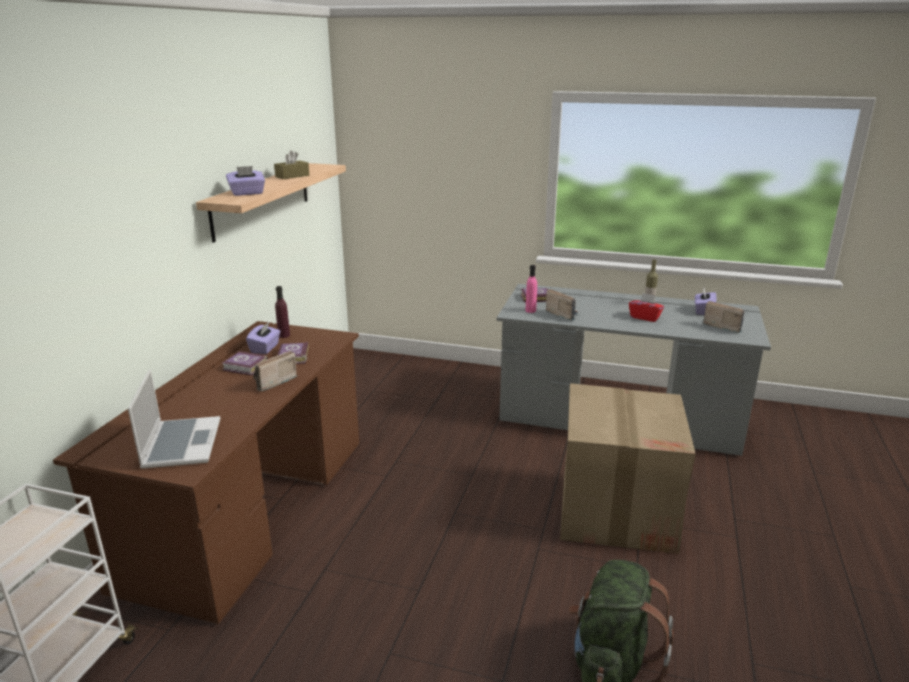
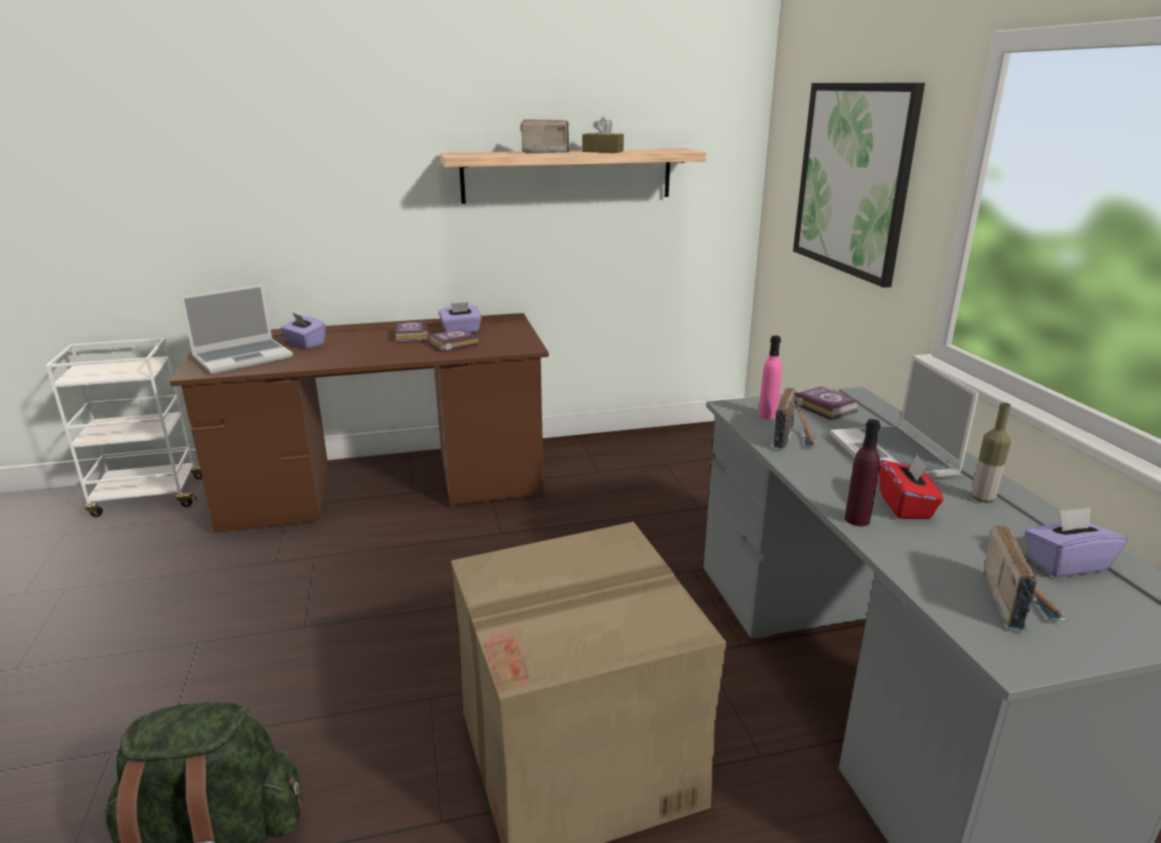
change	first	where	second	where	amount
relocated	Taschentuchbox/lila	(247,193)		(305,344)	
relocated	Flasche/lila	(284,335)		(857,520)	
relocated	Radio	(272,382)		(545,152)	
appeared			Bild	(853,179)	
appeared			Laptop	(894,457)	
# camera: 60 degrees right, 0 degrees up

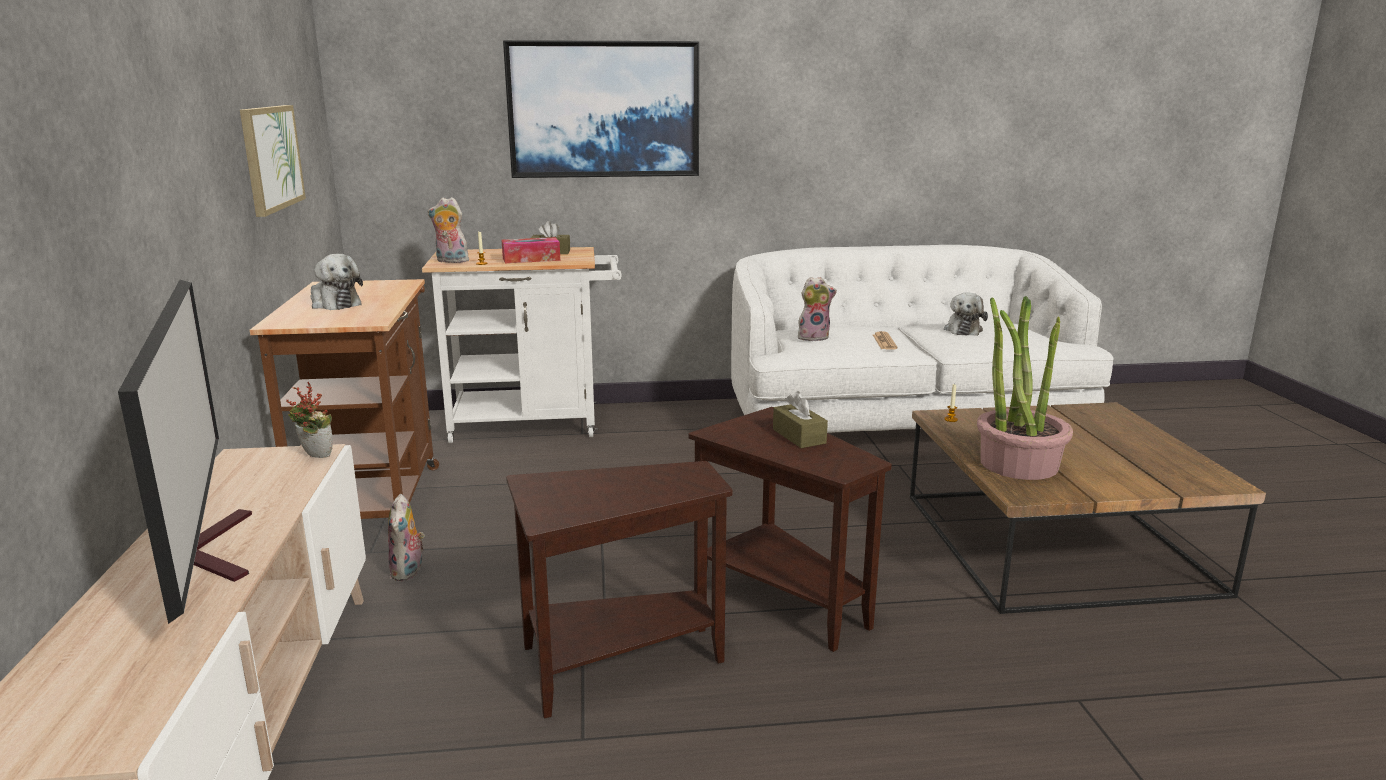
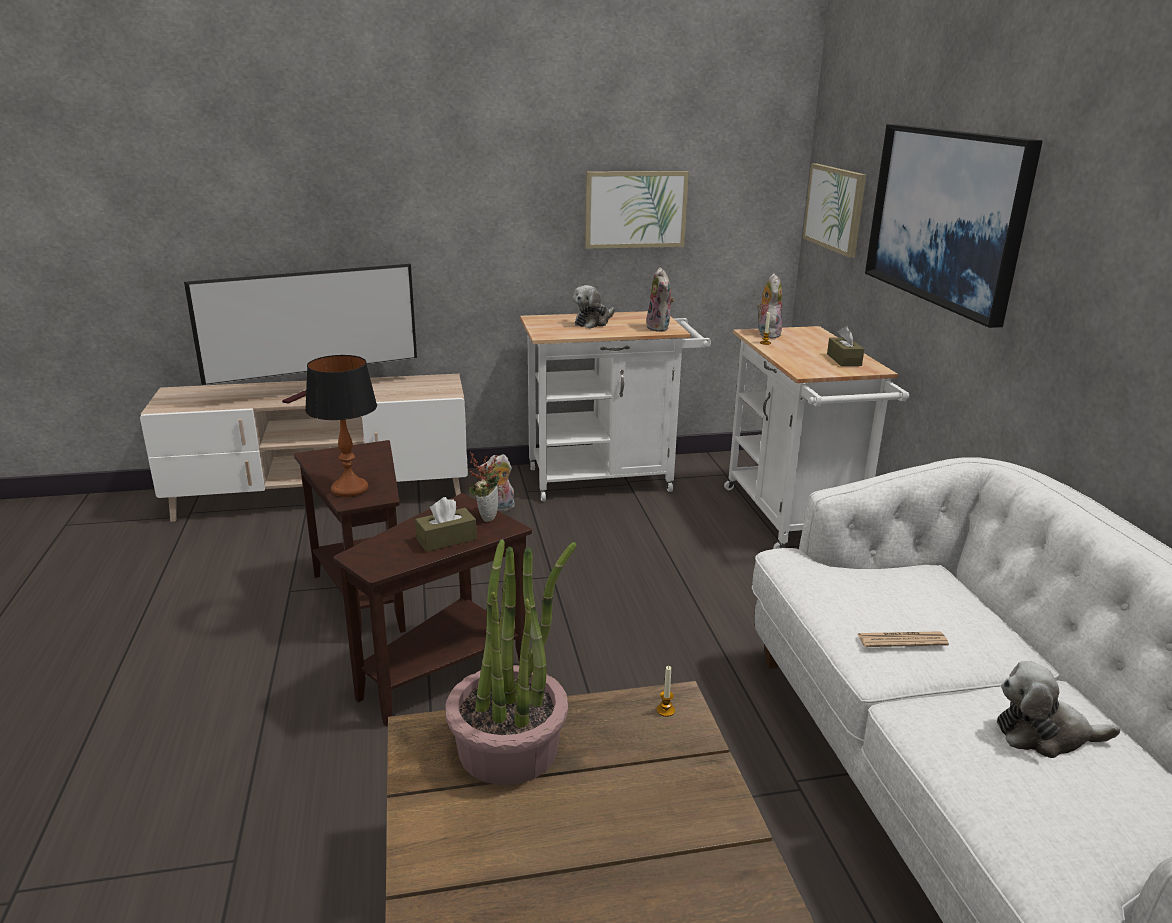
change	first	where	second	where	amount
missing	Taschentuchbox	(531,259)			
relocated	Plüschtier	(814,337)		(660,328)	
colour	Rollwagen/braun	(373,499)	Rollwagen/weiß	(609,478)	
relocated	Topfpflanze	(314,456)		(486,516)	
appeared			Bild	(835,208)	
appeared			Tischlampe	(350,488)	
# camera: 85 degrees right, 5 degrees up

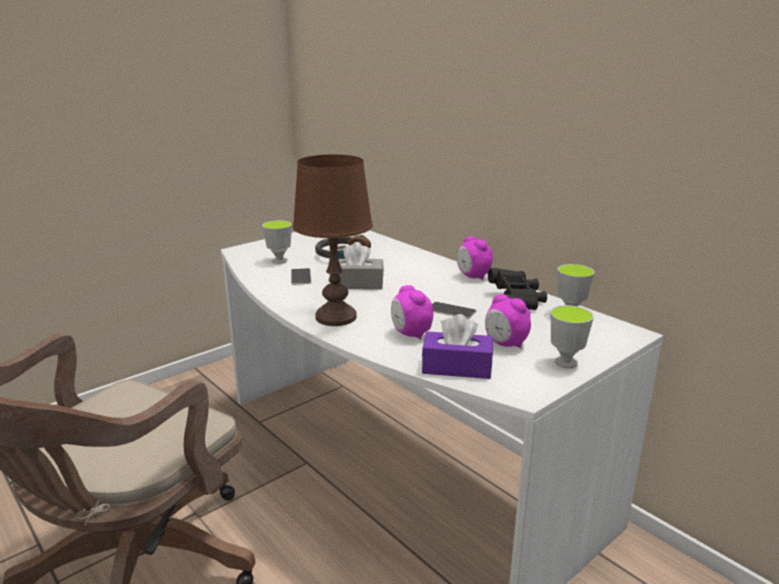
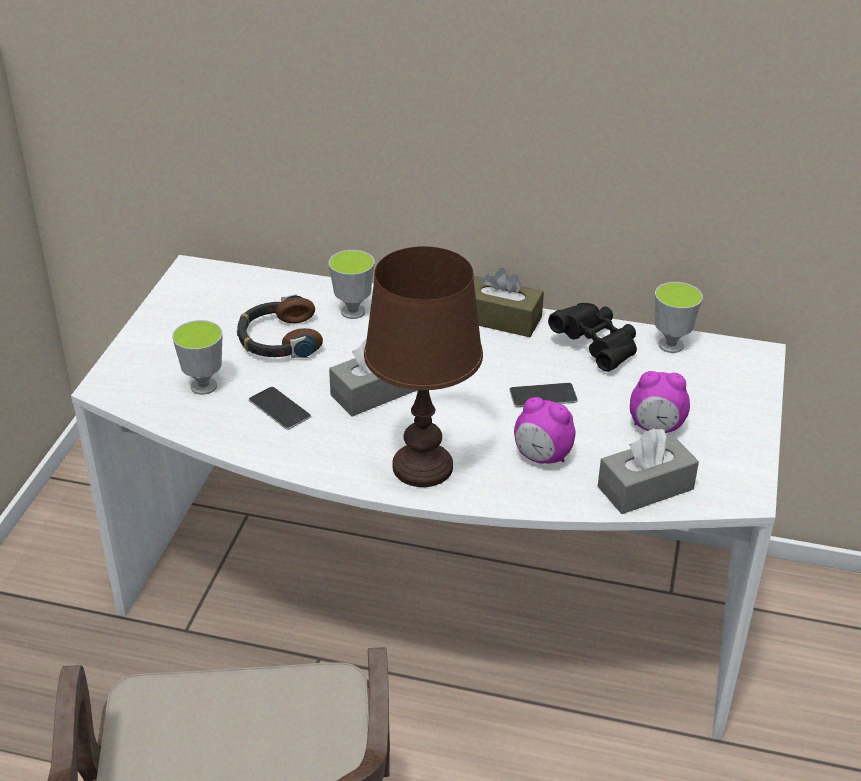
change	first	where	second	where	amount
exchanged	Wecker	(473,276)	Taschentuchbox/braun	(501,319)	
relocated	Tasse	(565,363)		(353,312)	
colour	Taschentuchbox/lila	(457,367)	Taschentuchbox/grau	(645,488)	
# camera: 35 degrees left, 15 degrees up

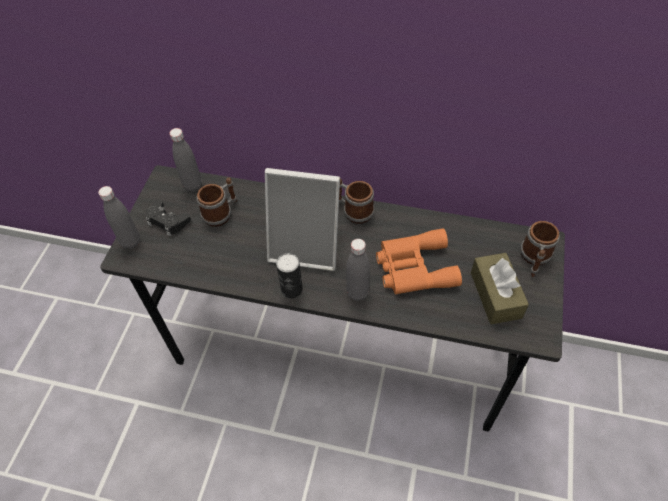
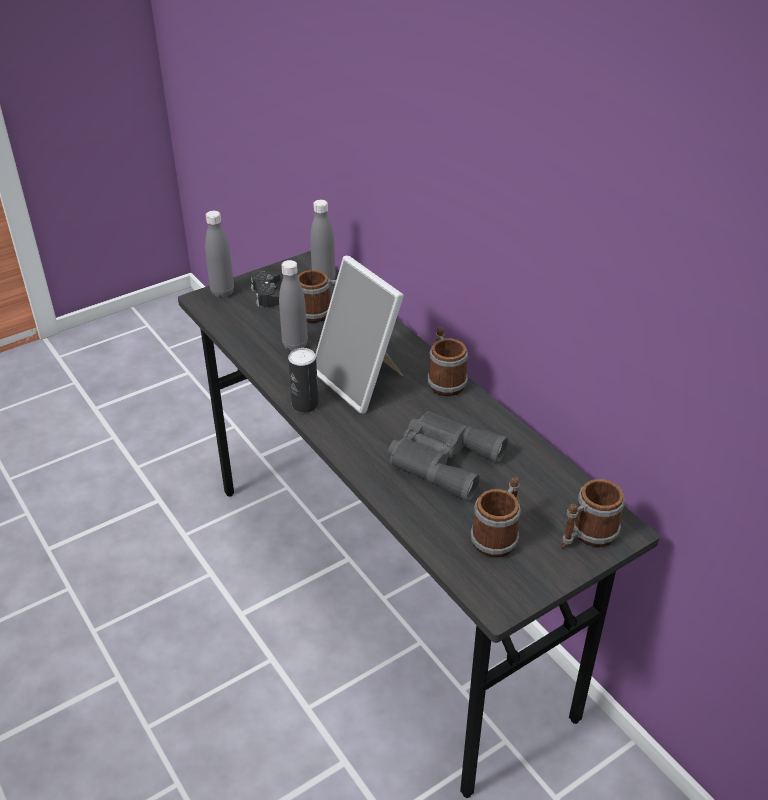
change	first	where	second	where	amount
colour	Fernglas/orange	(413,268)	Fernglas/grau	(442,459)	
relocated	Flasche/grau	(357,293)		(295,345)	
exchanged	Taschentuchbox/braun	(495,295)	Henkelbecher	(498,536)	
# camera: 40 degrees right, 15 degrees down

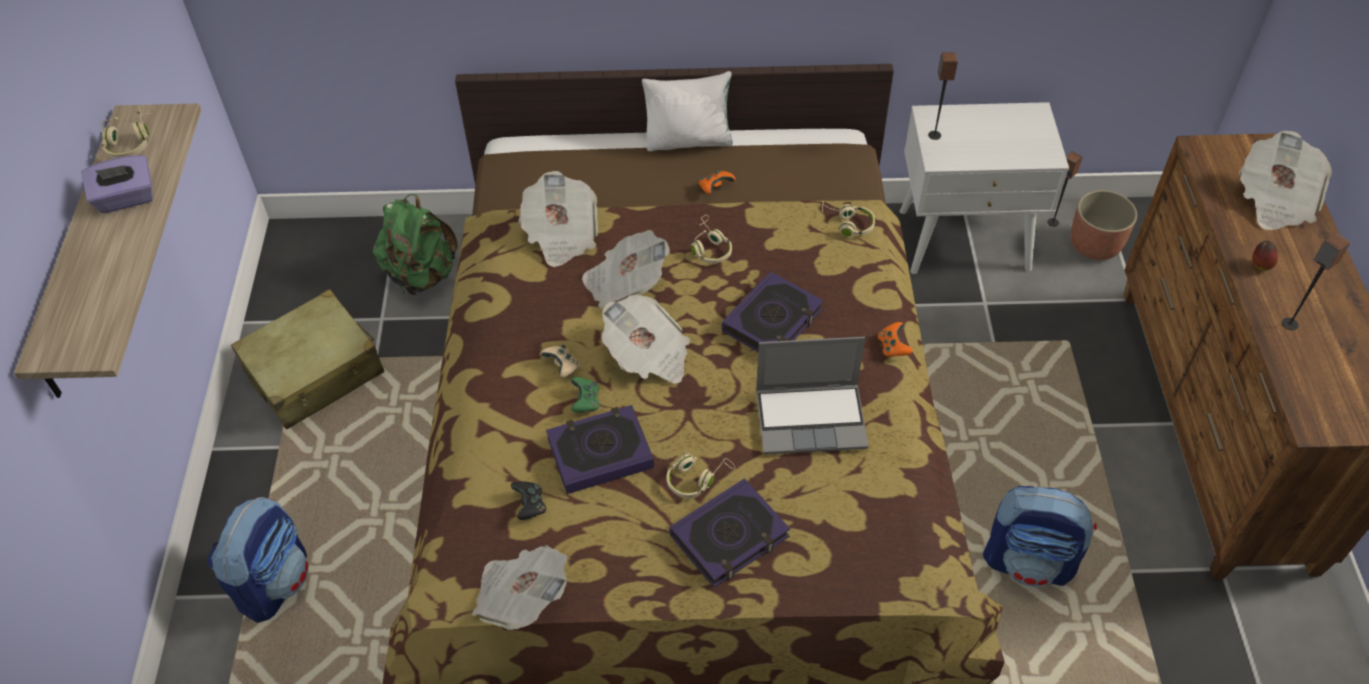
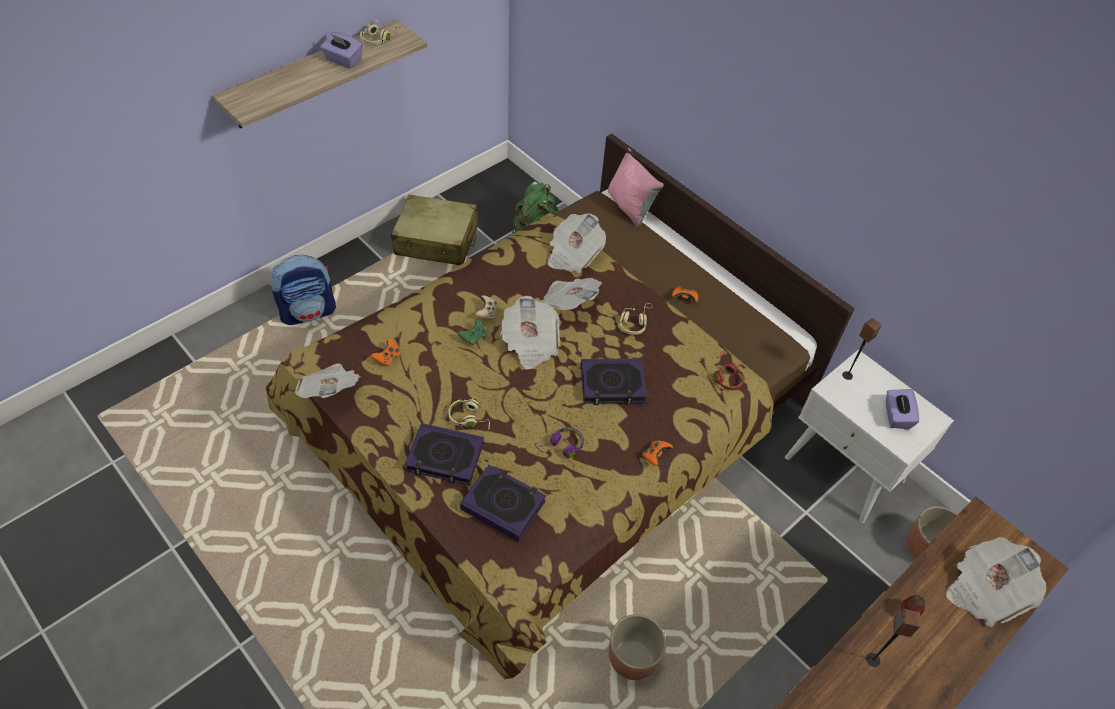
change	first	where	second	where	amount
missing	Kissen/weiß	(689,140)			
missing	Lautsprecher	(1053,222)			
colour	Kopfhörer/beige	(847,224)	Kopfhörer/rot	(725,376)	
exchanged	Laptop	(812,418)	Kopfhörer/lila	(561,446)	
relocated	Buch	(600,453)		(503,505)	
colour	Gamepad/schwarz	(530,506)	Gamepad/orange	(387,358)	
exchanged	Rucksack	(1029,561)	Pflanzkübel	(633,658)	
appeared			Kissen/rosa	(630,207)	
appeared			Taschentuchbox/lila	(896,416)	
# camera: 45 degrees right, 0 degrees up

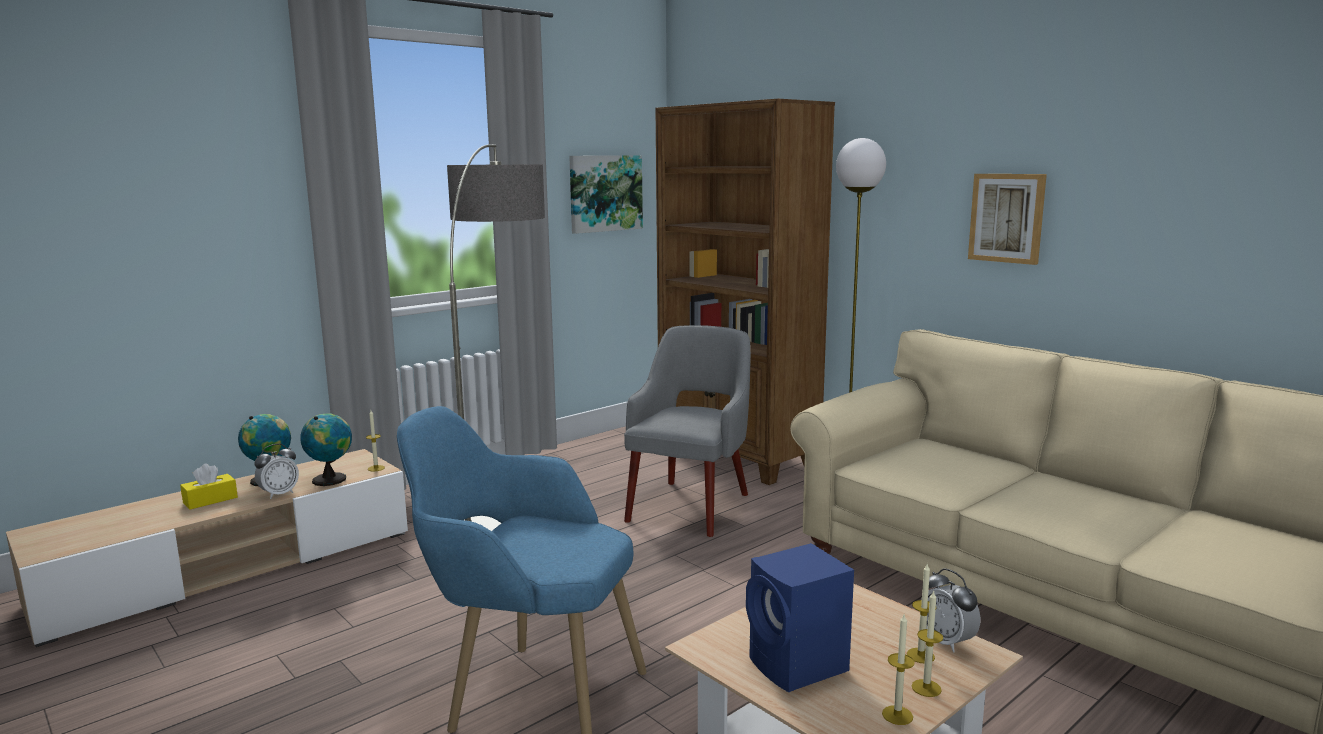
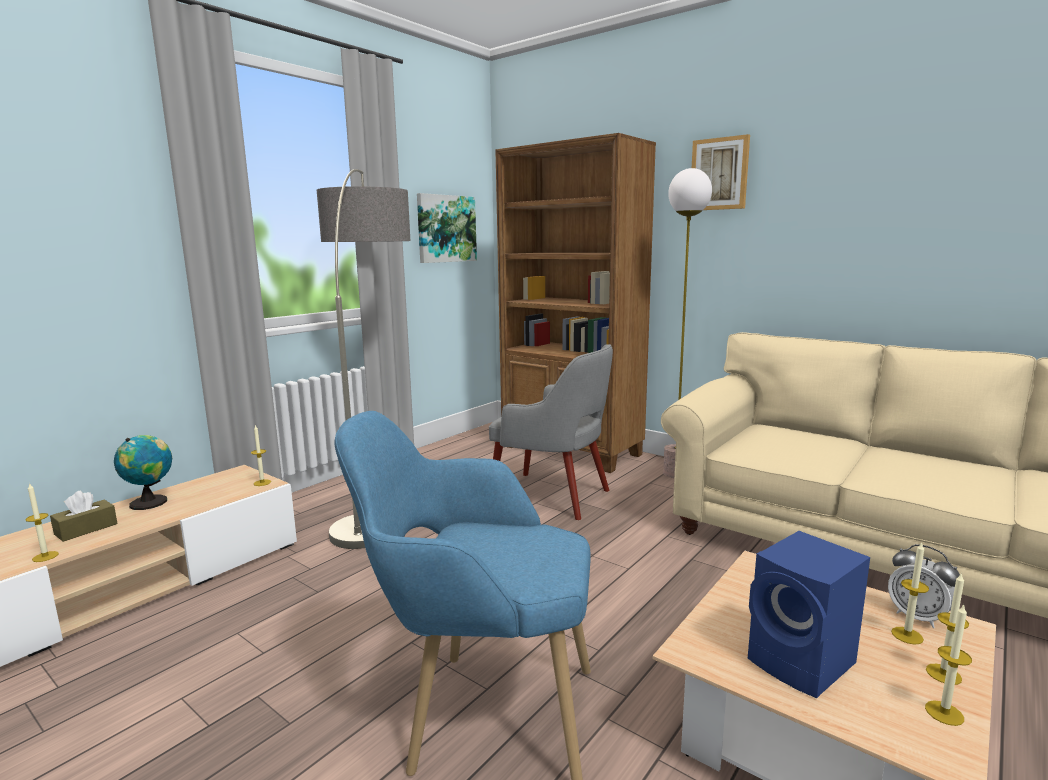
change	first	where	second	where	amount
relocated	Bild	(1007,218)		(719,174)	
spun	Sessel/grau	(691,505)		(553,496)	105 degrees clockwise
missing	Globus	(331,479)			
missing	Wecker	(279,494)			
colour	Taschentuchbox/gelb	(210,500)	Taschentuchbox/braun	(86,529)	
appeared			Kerze	(45,556)	
# camera: 10 degrees left, 0 degrees up

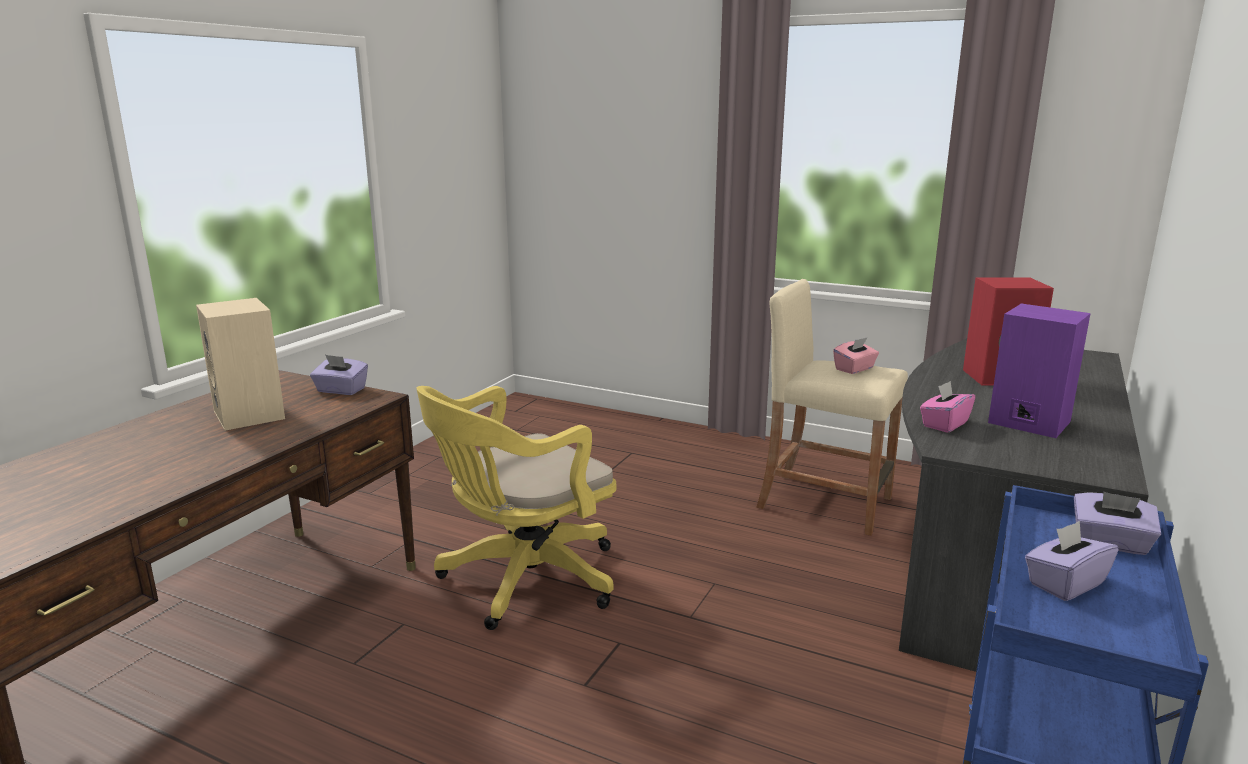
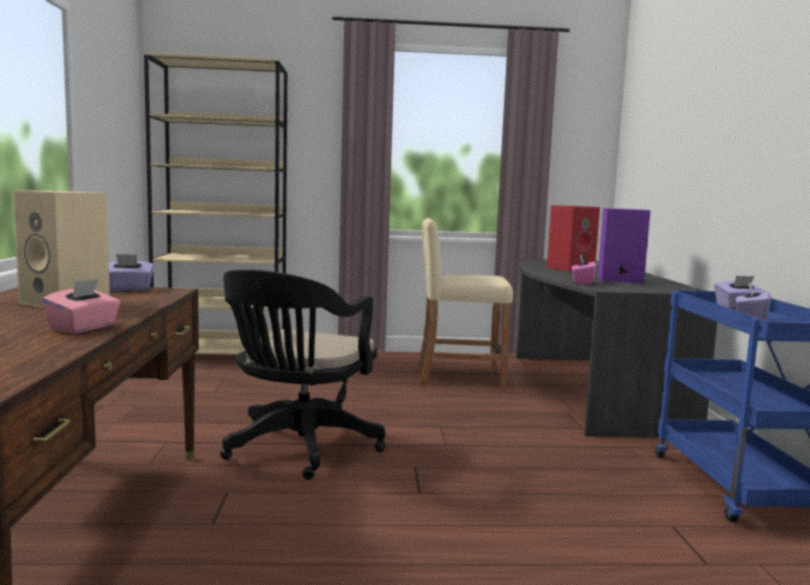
change	first	where	second	where	amount
relocated	Taschentuchbox/rosa	(854,369)		(84,328)	
colour	Bürostuhl/gelb	(522,581)	Bürostuhl/schwarz	(298,449)	
appeared			Bücherregal/beige	(222,355)	
# camera: 30 degrees left, 10 degrees down

